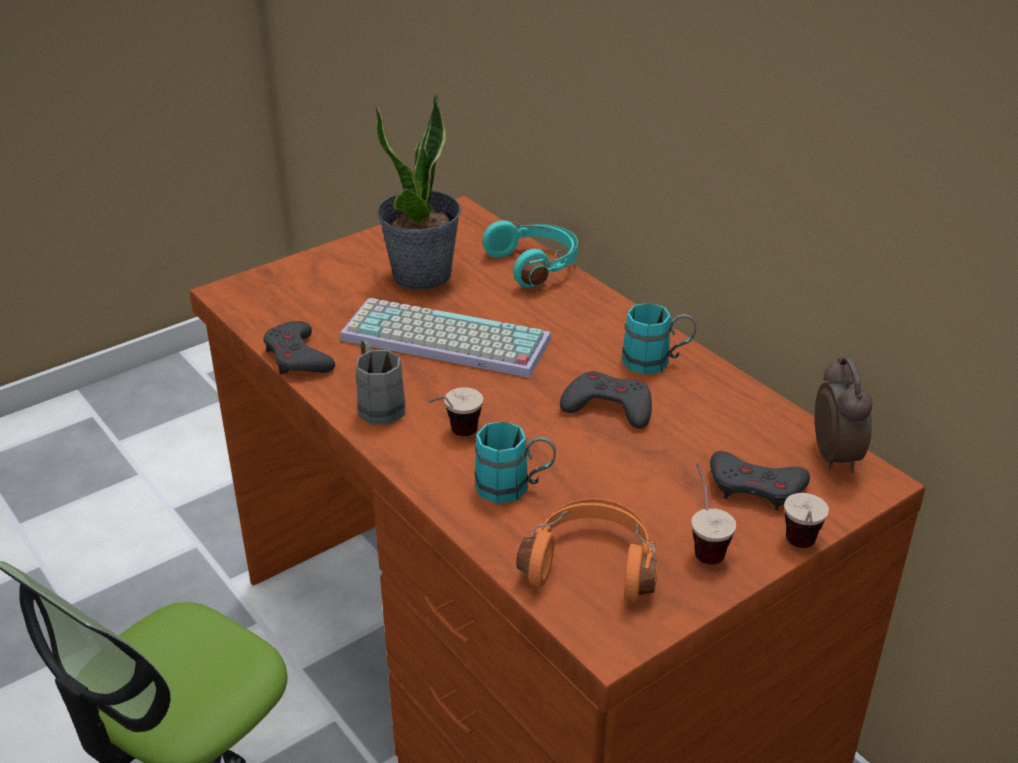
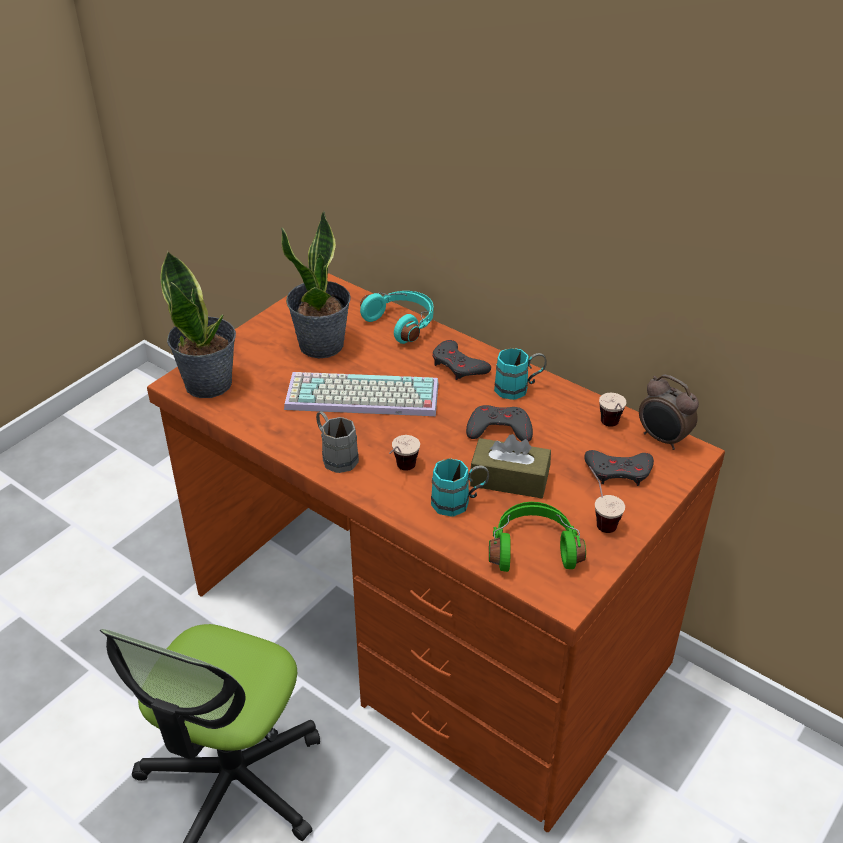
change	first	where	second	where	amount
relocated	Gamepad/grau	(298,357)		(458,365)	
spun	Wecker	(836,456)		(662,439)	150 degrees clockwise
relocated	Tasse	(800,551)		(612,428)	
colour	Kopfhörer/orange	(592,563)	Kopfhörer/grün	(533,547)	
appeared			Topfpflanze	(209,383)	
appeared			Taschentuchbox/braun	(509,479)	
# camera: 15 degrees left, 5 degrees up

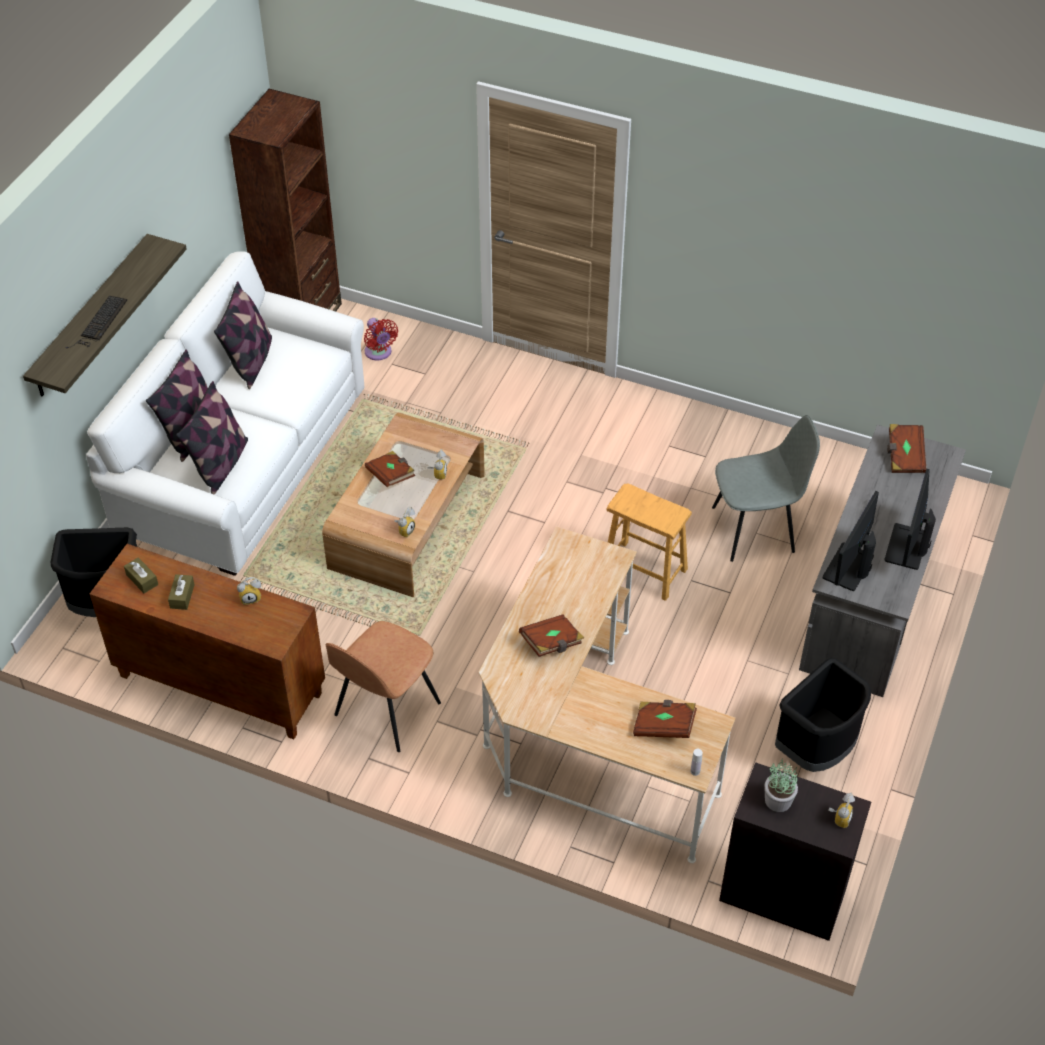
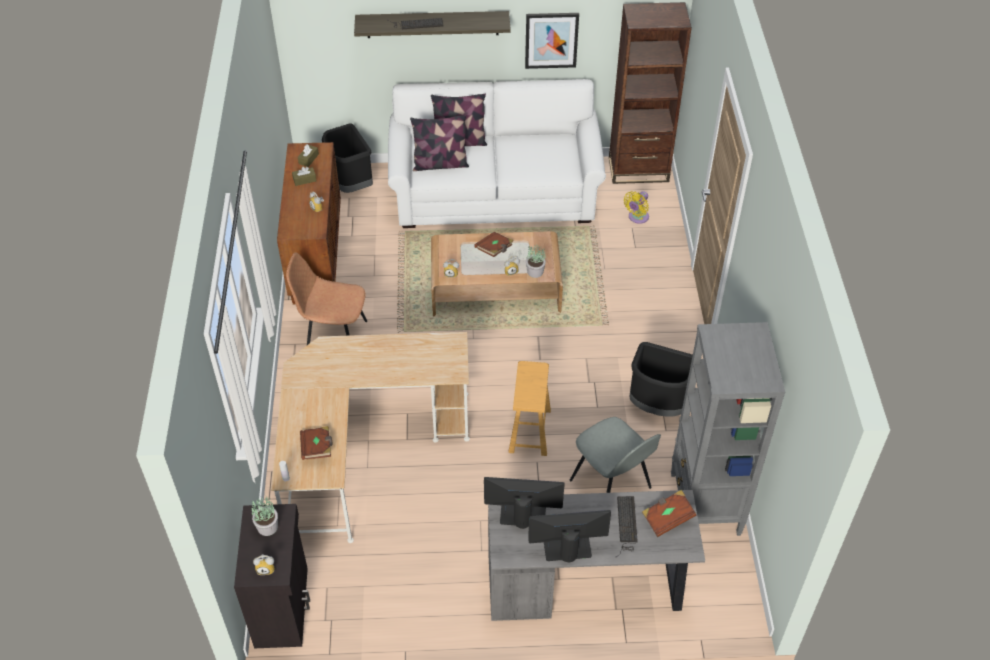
change	first	where	second	where	amount
missing	Kissen	(250,361)			
colour	Ventilator/rot	(379,353)	Ventilator/gelb	(637,217)	
missing	Buch/braun	(551,643)			
relocated	Mülleimer/schwarz	(816,749)		(658,405)	
appeared			Bild	(551,40)	
appeared			Topfpflanze	(535,272)	
appeared			Bücherregal/grau	(705,505)	
appeared			Tastatur	(626,525)	
# camera: 65 degrees right, 0 degrees up

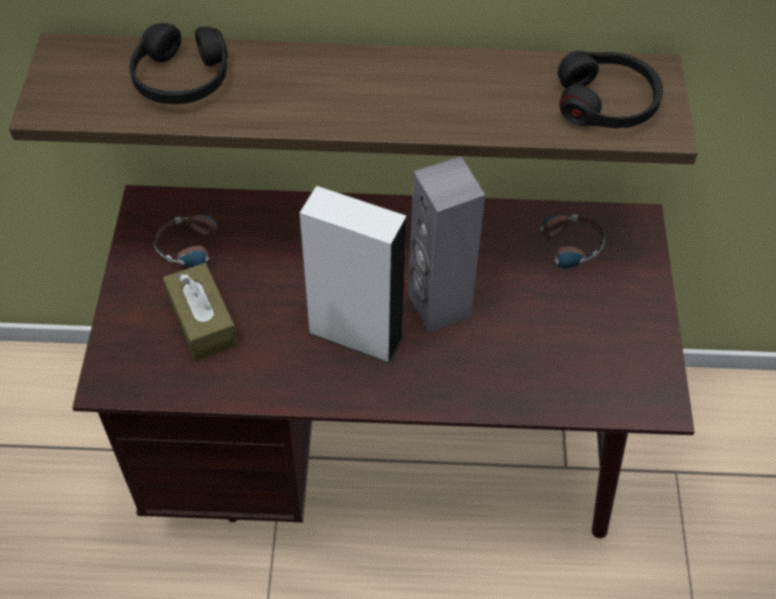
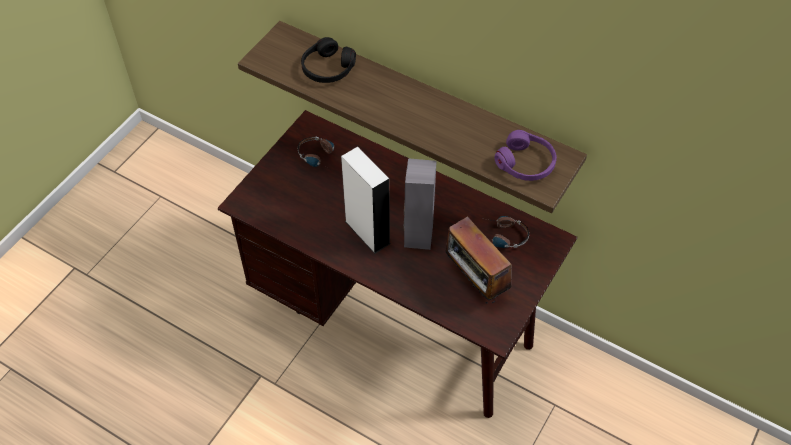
change	first	where	second	where	amount
colour	Kopfhörer/schwarz	(606,102)	Kopfhörer/lila	(526,163)	
missing	Taschentuchbox/braun	(202,322)			
appeared			Radio	(475,281)	
# camera: 30 degrees right, 0 degrees up

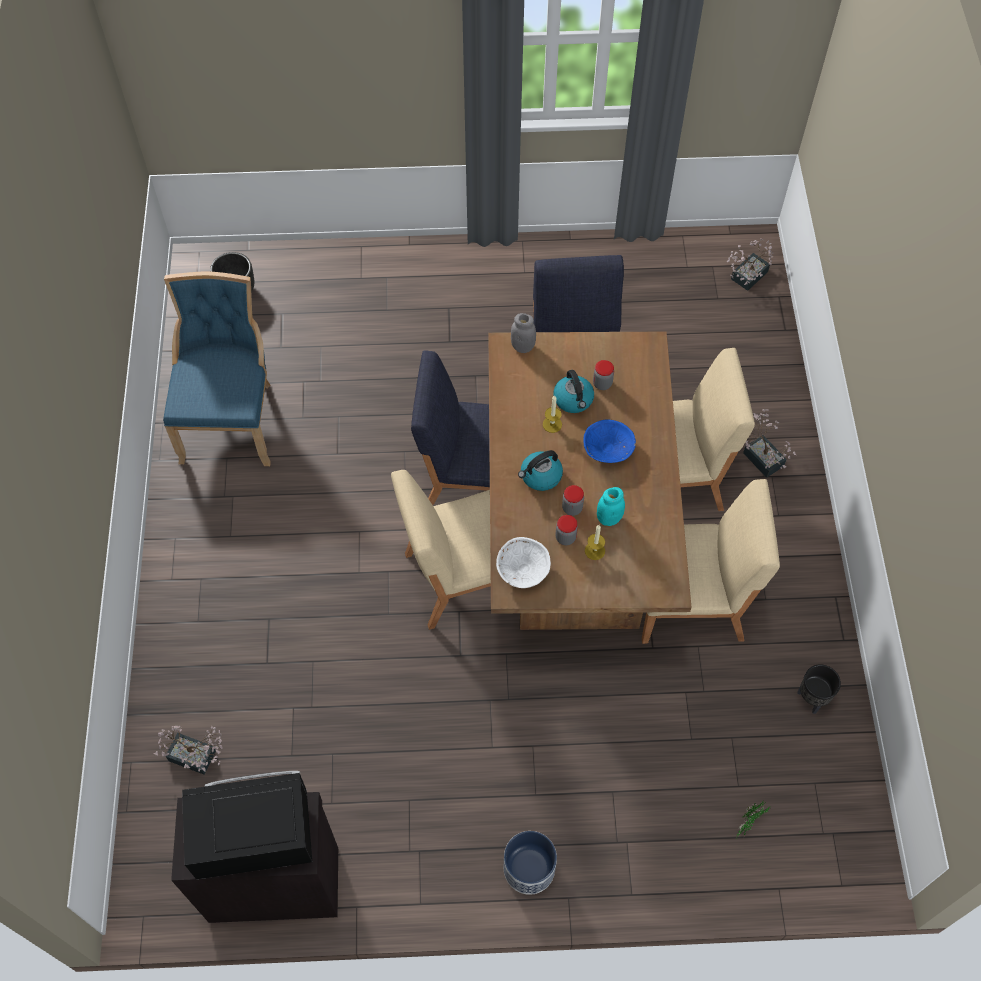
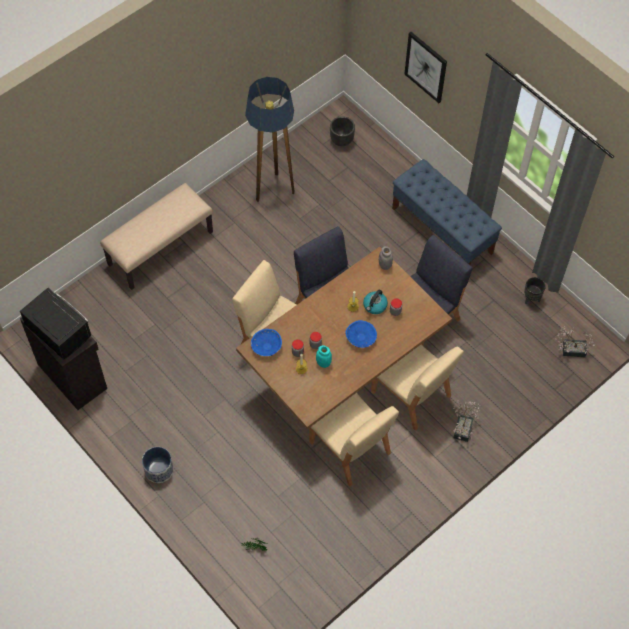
change	first	where	second	where	amount
exchanged	Stuhl/blau	(231,419)	Stehlampe	(272,191)	
missing	Wasserkessel	(540,476)			
colour	Schüssel/weiß	(523,569)	Schüssel/blau	(266,346)	
relocated	Pflanzkübel/schwarz	(812,698)		(531,299)	
missing	Topfpflanze	(197,758)			
appeared			Bild	(426,67)	
appeared			Bank/blau	(442,231)	
appeared			Bank/beige	(160,247)	
# camera: 50 degrees right, 0 degrees up

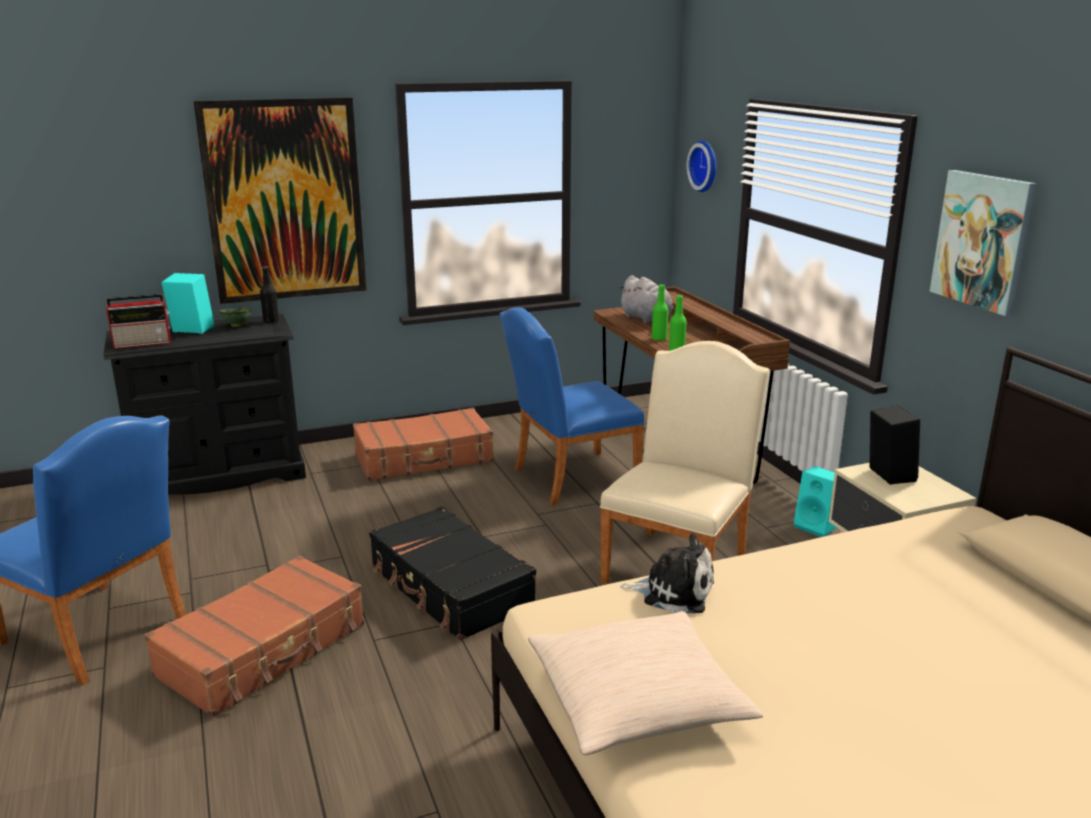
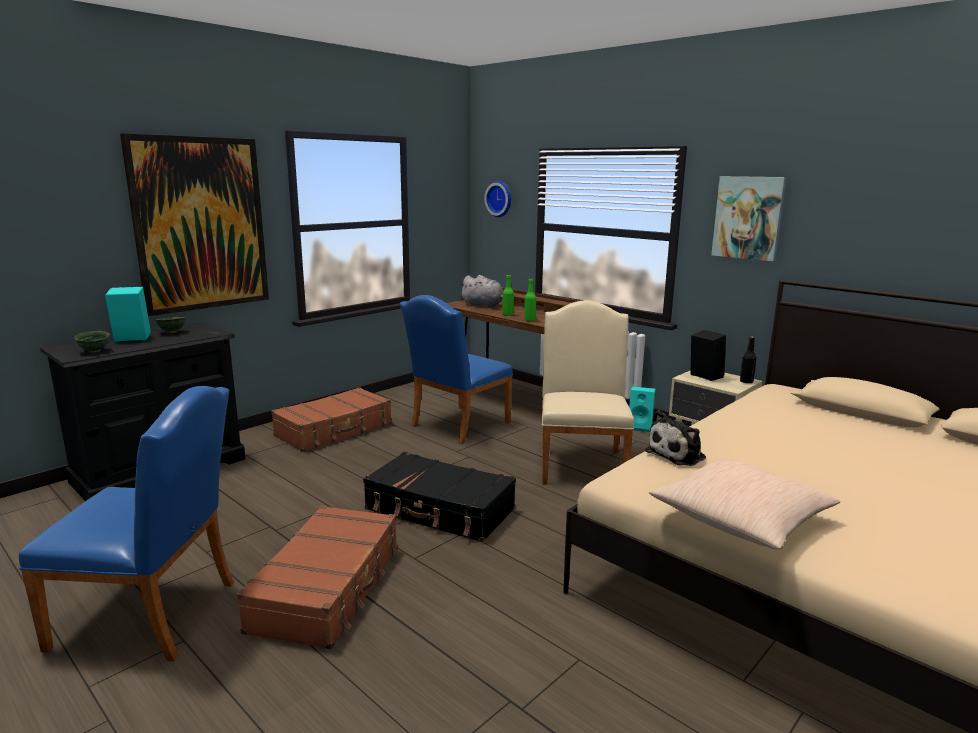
change	first	where	second	where	amount
relocated	Flasche/schwarz	(271,321)		(746,382)	
exchanged	Radio	(144,343)	Schüssel/grün	(95,351)	
spun	Plüschtier	(673,592)		(678,454)	150 degrees clockwise
# camera: 25 degrees left, 5 degrees down

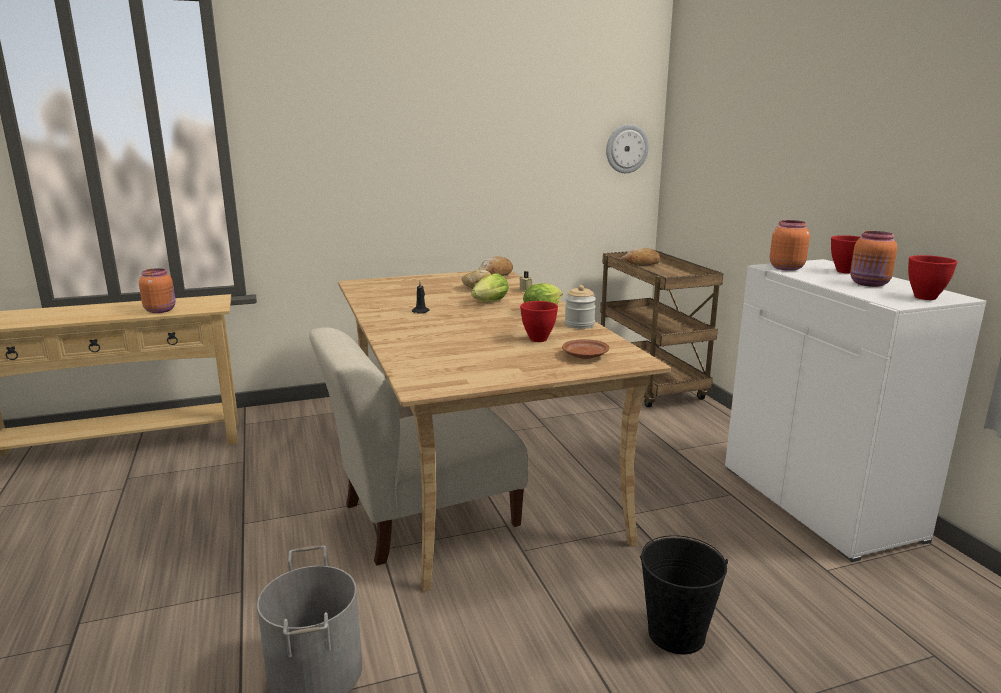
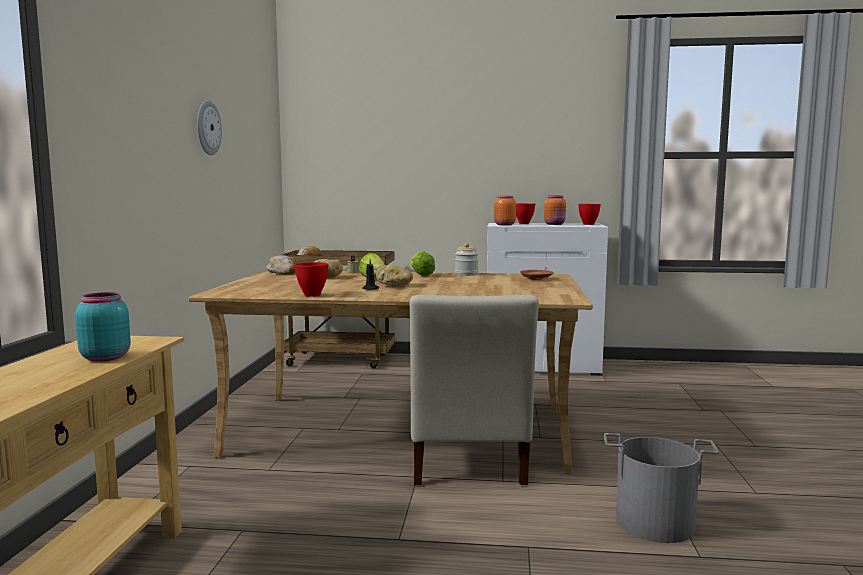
change	first	where	second	where	amount
relocated	Wanduhr	(626,148)		(208,128)	
colour	Vorratsglas/orange	(161,310)	Vorratsglas/türkis	(105,357)	
relocated	Schüssel/rot	(539,339)		(313,295)	
missing	Eimer/schwarz	(676,634)			
appeared			Brot	(395,285)	
# camera: 65 degrees left, 10 degrees down

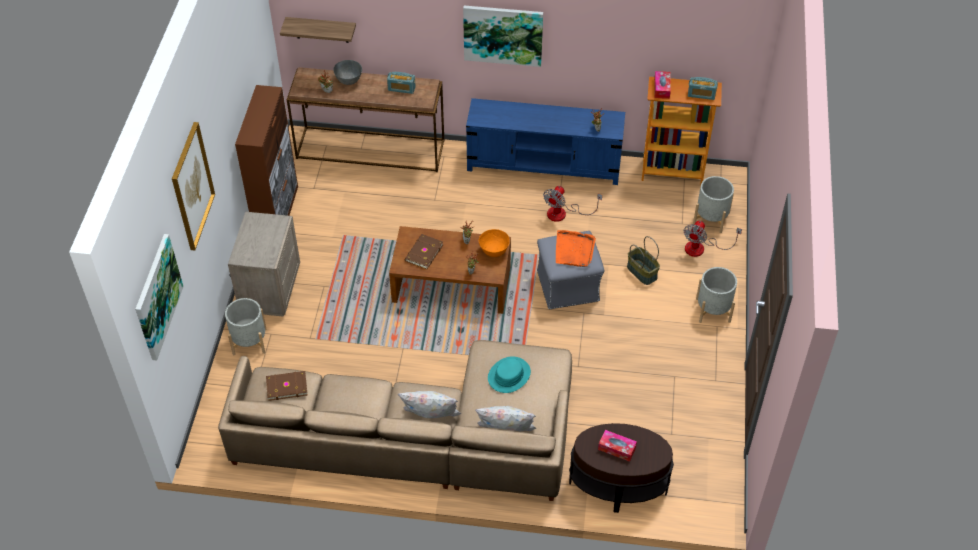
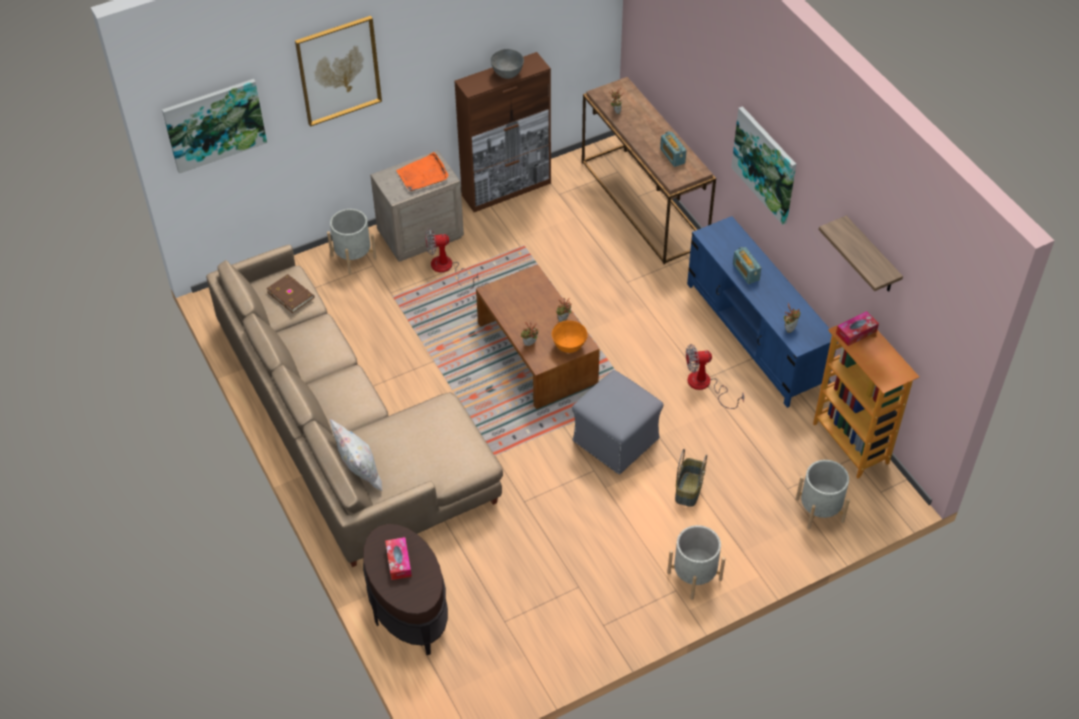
change	first	where	second	where	amount
relocated	Wandregal	(321,29)		(871,257)	
relocated	Schüssel/grau	(349,81)		(507,74)	
relocated	Radio	(701,94)		(745,272)	
relocated	Ventilator	(701,248)		(447,268)	
relocated	Tablett/orange	(574,250)		(423,175)	
missing	Buch/braun	(423,253)			
missing	Hut/türkis	(509,375)			
missing	Kissen/weiß	(430,419)			
# camera: 55 degrees right, 0 degrees up

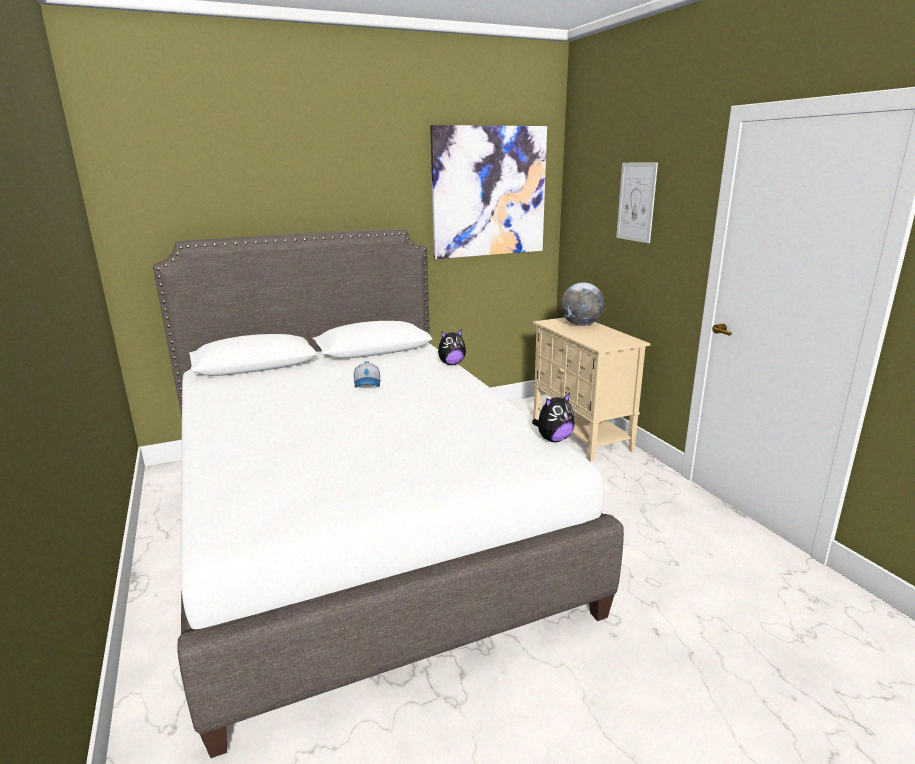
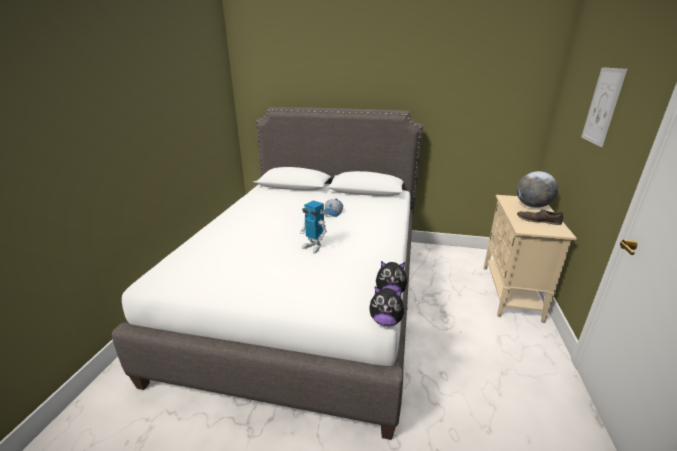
change	first	where	second	where	amount
missing	Bild	(489,192)			
relocated	Plüschtier	(451,364)		(386,321)	
appeared			Spielzeugroboter	(313,247)	
appeared			Schuh/braun	(538,220)	
# camera: 35 degrees right, 5 degrees up

